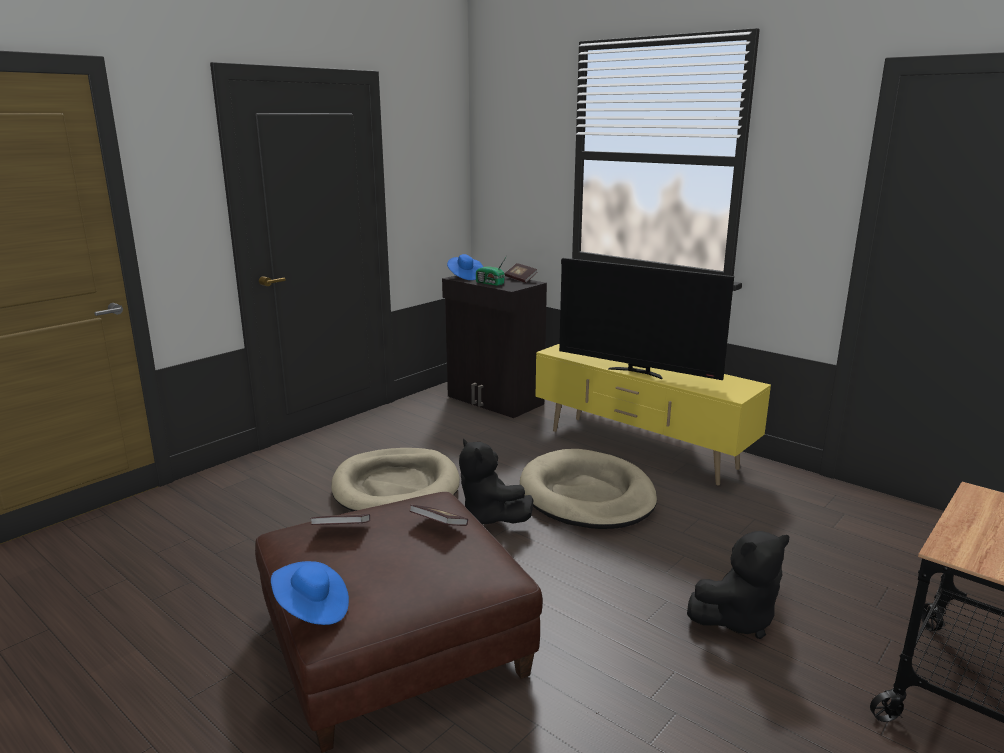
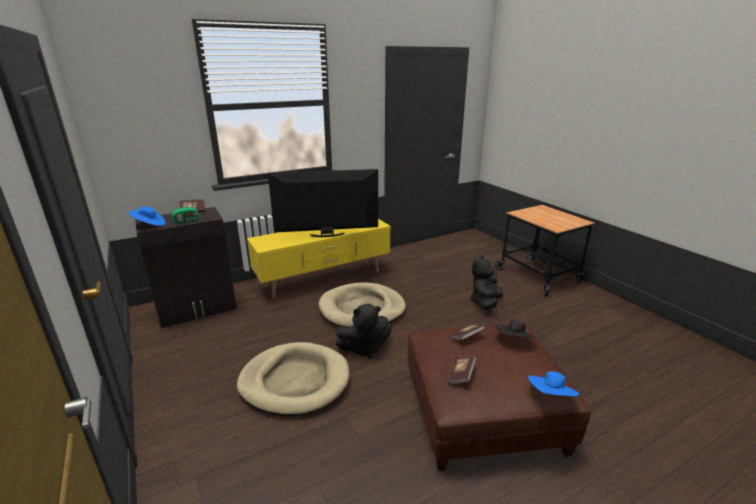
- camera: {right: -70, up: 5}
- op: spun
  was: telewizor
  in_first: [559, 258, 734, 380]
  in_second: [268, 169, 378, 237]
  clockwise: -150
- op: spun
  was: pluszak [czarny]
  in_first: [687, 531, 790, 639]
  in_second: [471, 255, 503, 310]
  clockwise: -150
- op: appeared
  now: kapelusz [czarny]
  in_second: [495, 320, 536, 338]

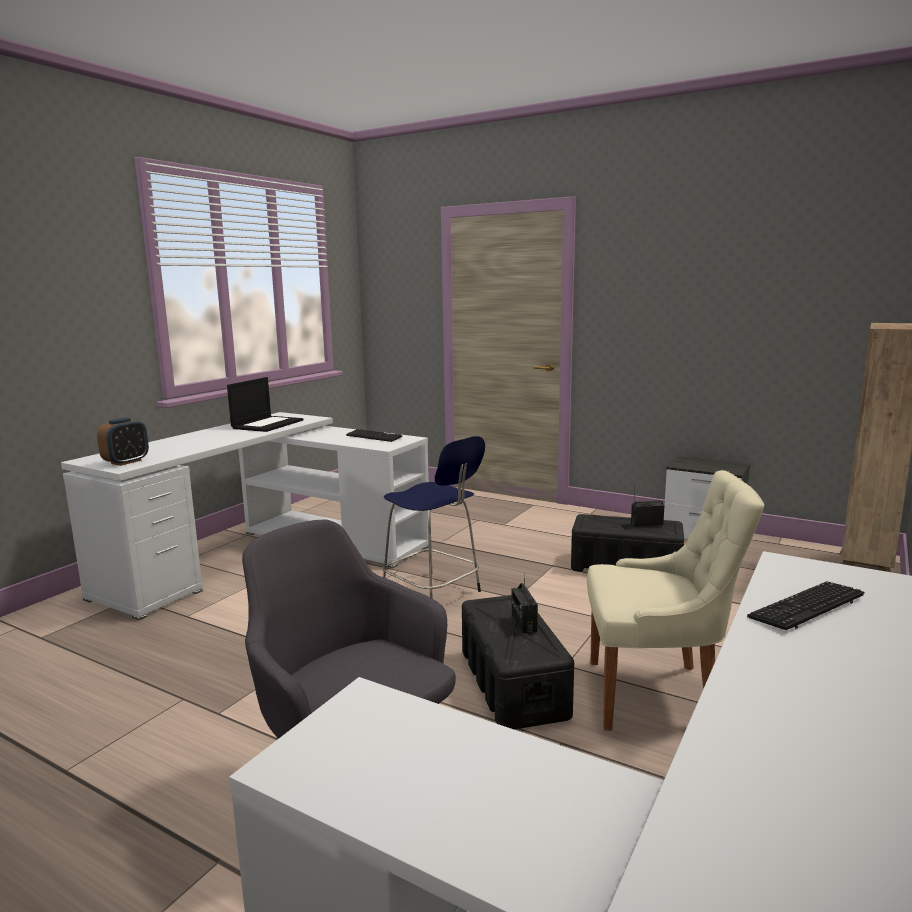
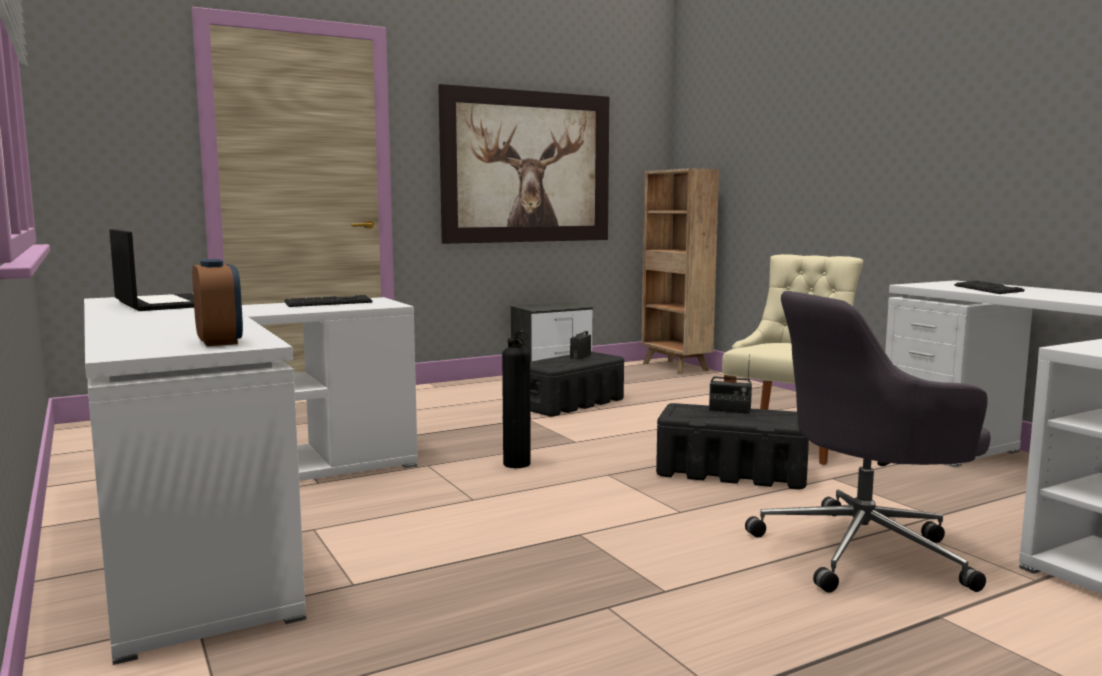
- camera: {right: -60, up: -5}
- op: exchanged
  was: stołek [niebieski]
  now: gaśnica
  in_first: [382, 436, 485, 599]
  in_second: [502, 331, 531, 468]
- op: appeared
  now: obraz
  in_second: [438, 84, 609, 244]

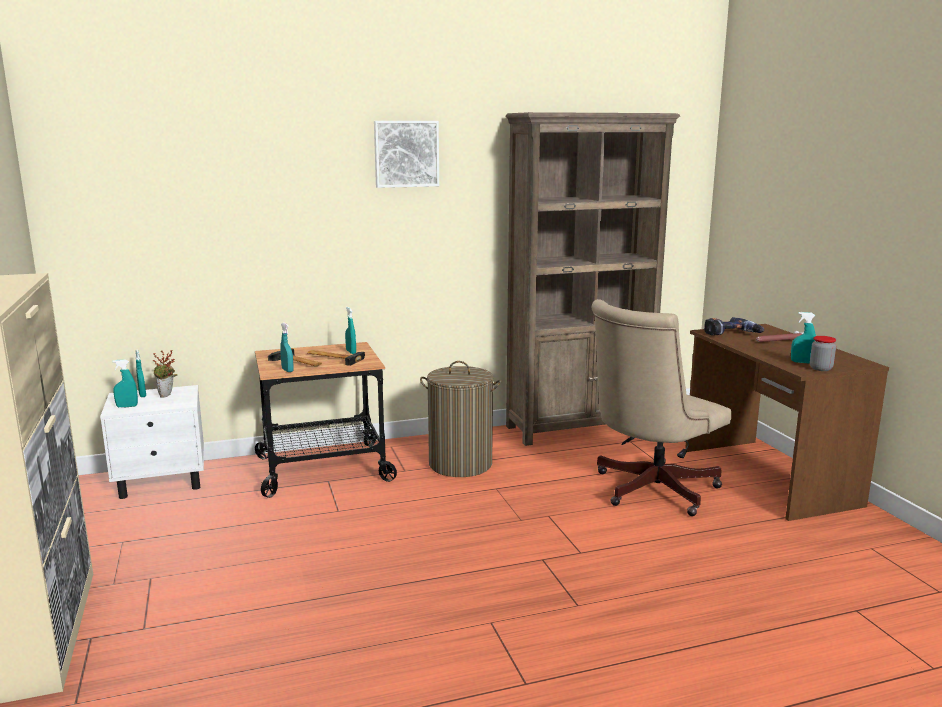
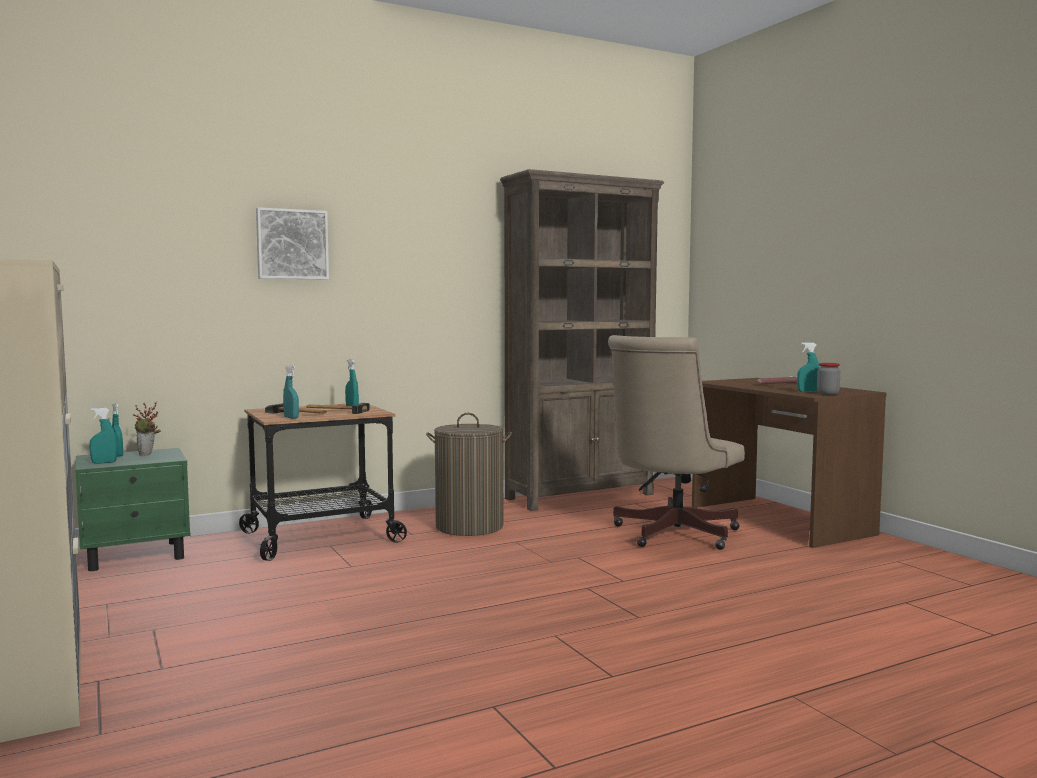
- camera: {right: -10, up: -10}
- op: colour
  was: szafka nocna [biały]
  now: szafka nocna [zielony]
  in_first: [100, 385, 204, 499]
  in_second: [75, 448, 190, 571]
- op: relocated
  was: obraz
  in_first: [374, 121, 439, 188]
  in_second: [256, 207, 329, 279]
- op: missing
  was: wiertarka
  in_first: [704, 317, 764, 336]

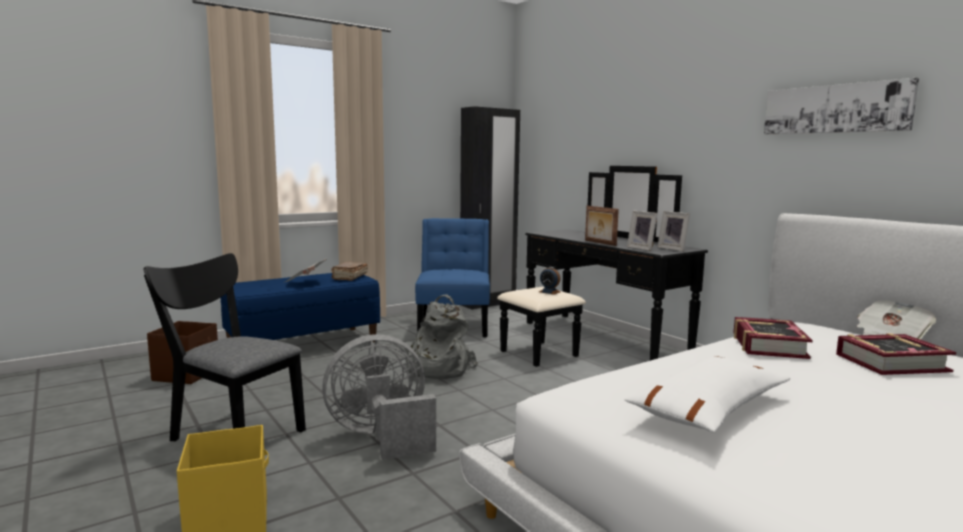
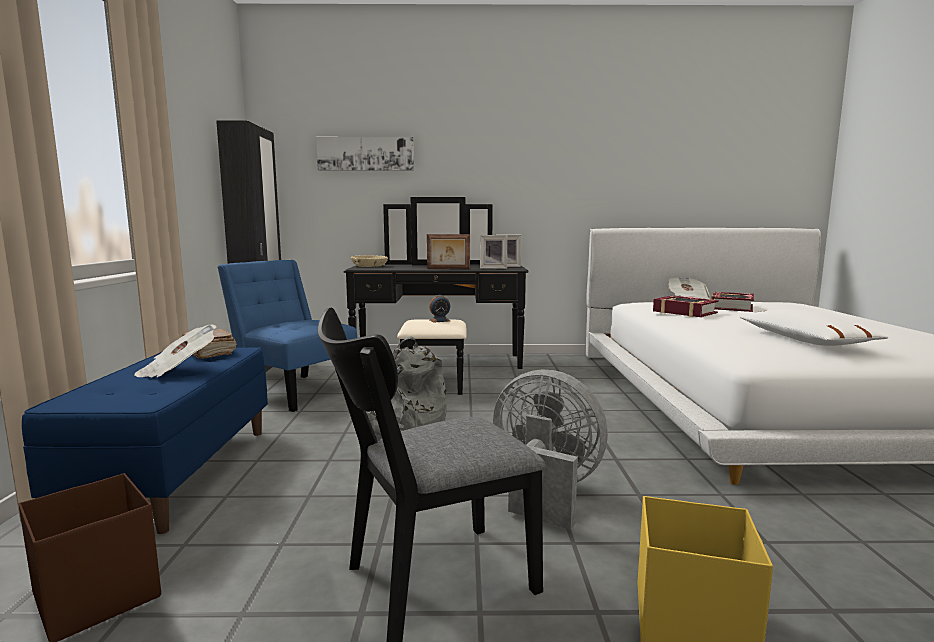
- camera: {right: -55, up: 0}
- op: spun
  was: wentylator [szary]
  in_first: [322, 334, 436, 460]
  in_second: [493, 369, 608, 530]
  clockwise: 105
- op: relocated
  was: obraz
  in_first: [764, 78, 919, 134]
  in_second: [316, 137, 414, 171]
- op: appeared
  now: miska [beżowy]
  in_second: [351, 255, 388, 267]

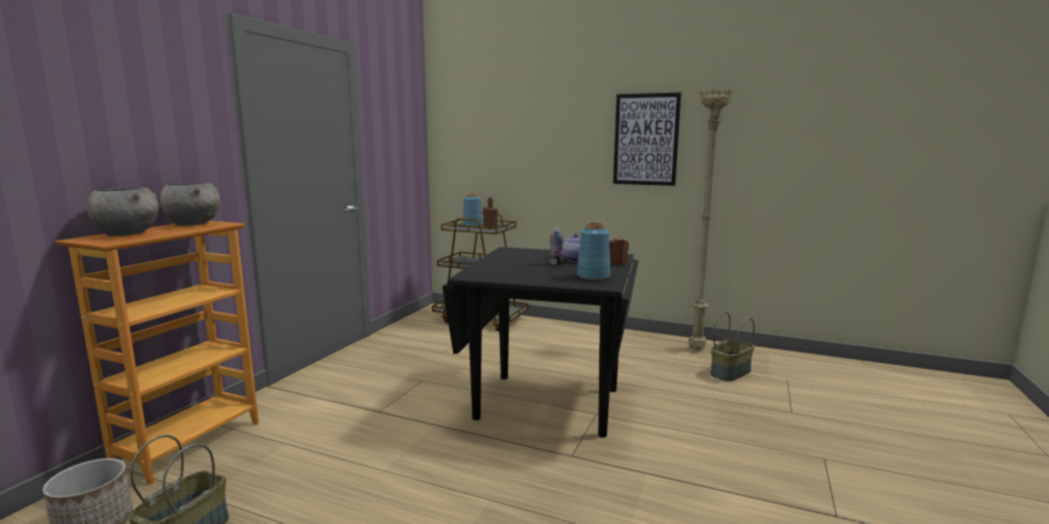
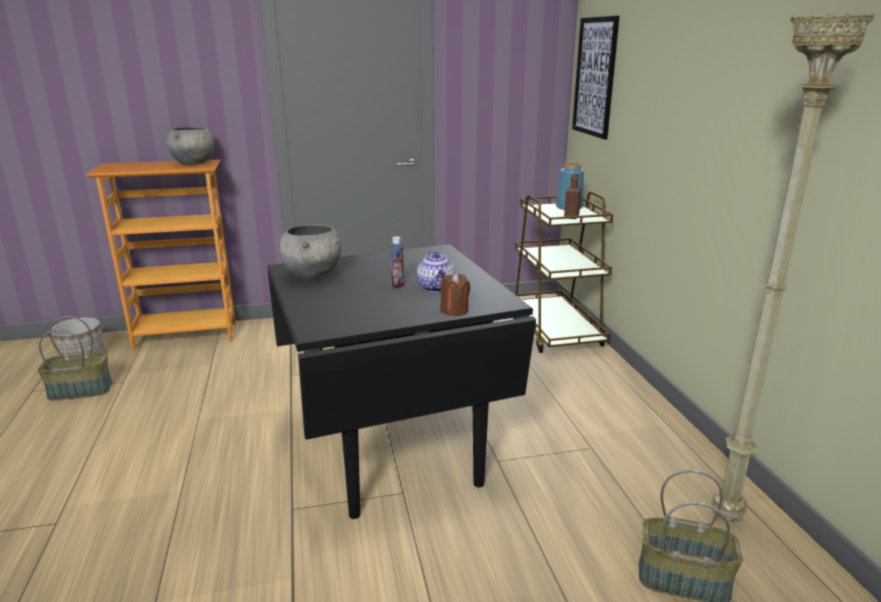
- camera: {right: 55, up: 10}
- op: relocated
  was: miska [szary]
  in_first: [87, 187, 159, 236]
  in_second: [280, 225, 342, 279]
- op: missing
  was: wazon [niebieski]
  in_first: [577, 222, 610, 280]
- op: relocated
  was: obraz
  in_first: [613, 92, 681, 186]
  in_second: [572, 16, 620, 139]

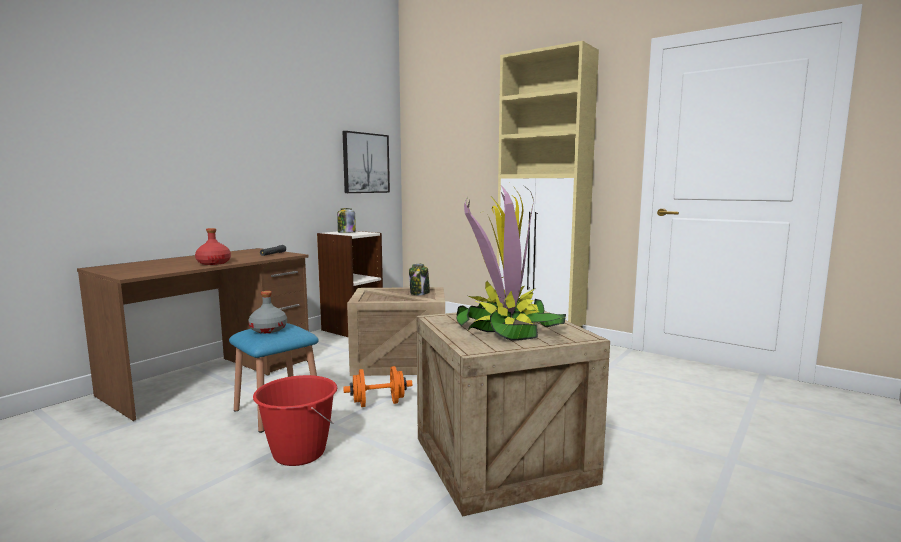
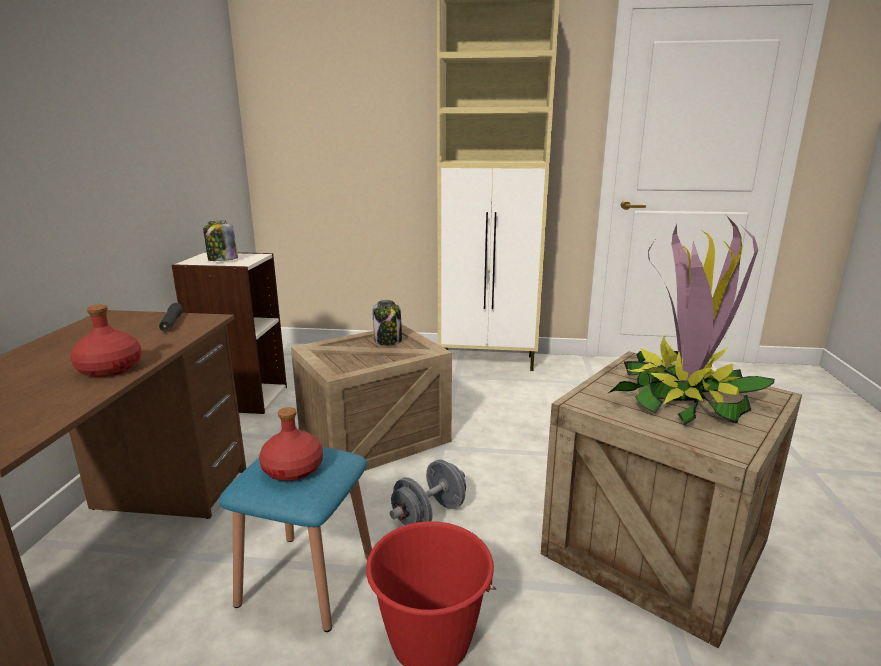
- camera: {right: -30, up: 10}
- op: colour
  was: butelka [szary]
  now: butelka [czerwony]
  in_first: [248, 291, 287, 333]
  in_second: [259, 407, 323, 481]
- op: missing
  was: obraz
  in_first: [342, 131, 390, 193]
- op: colour
  was: hantel [pomarańczowy]
  now: hantel [szary]
  in_first: [343, 366, 412, 407]
  in_second: [390, 460, 466, 525]

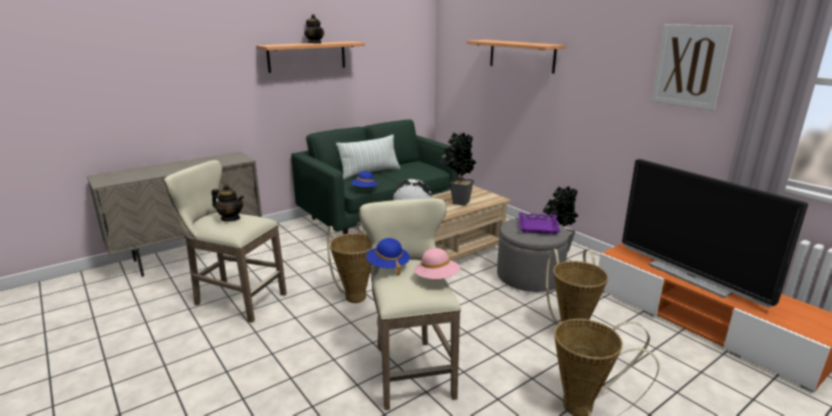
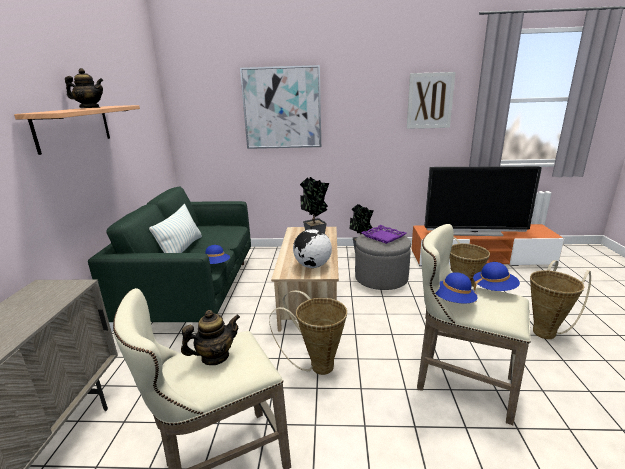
- camera: {right: -50, up: 0}
- op: colour
  was: kapelusz [różowy]
  now: kapelusz [niebieski]
  in_first: [414, 248, 460, 279]
  in_second: [473, 262, 520, 291]
- op: exchanged
  was: półka
  now: obraz
  in_first: [467, 40, 566, 73]
  in_second: [240, 65, 321, 149]

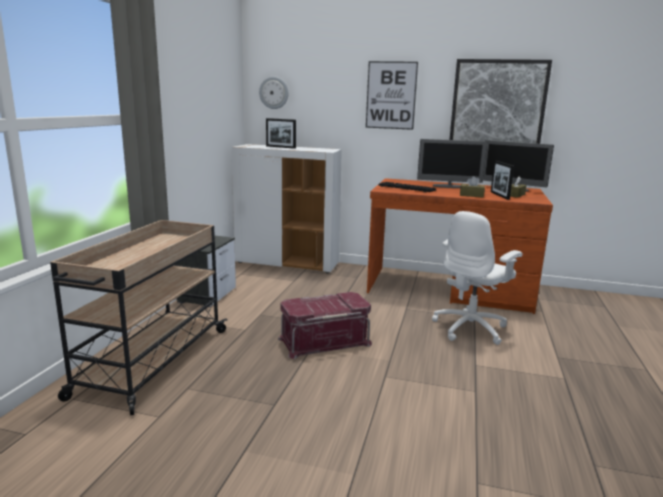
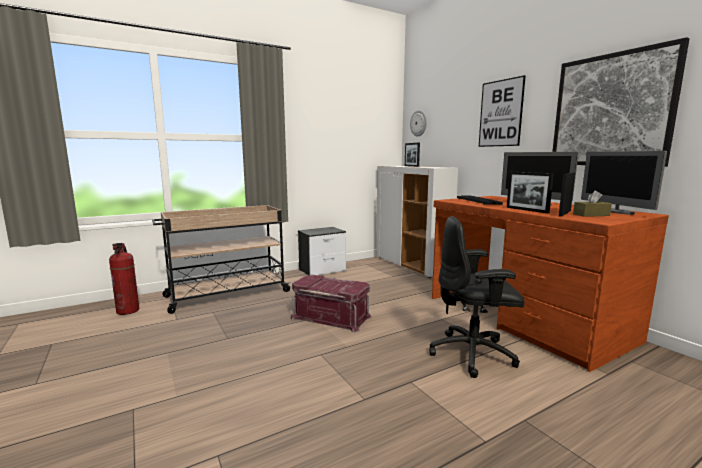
- camera: {right: 45, up: -5}
- op: colour
  was: krzesło biurowe [biały]
  now: krzesło biurowe [czarny]
  in_first: [432, 211, 523, 345]
  in_second: [429, 216, 525, 378]
- op: exchanged
  was: pudełko chusteczek [brązowy]
  now: ramka na zdjęcie
  in_first: [460, 176, 485, 197]
  in_second: [507, 172, 554, 213]
- op: appeared
  now: gaśnica
  in_second: [109, 243, 139, 315]

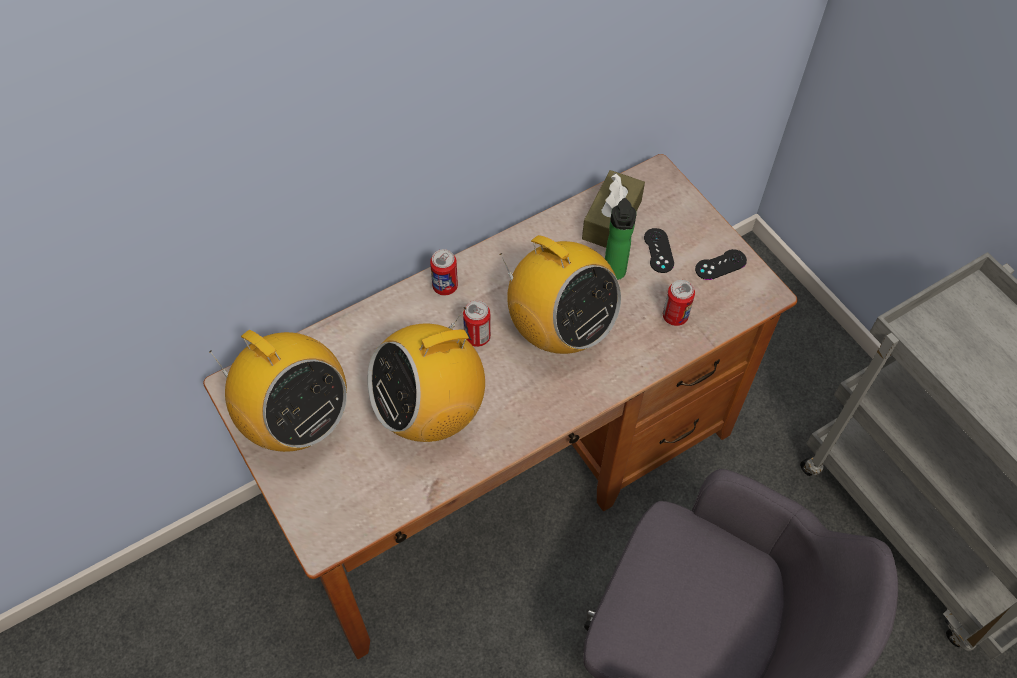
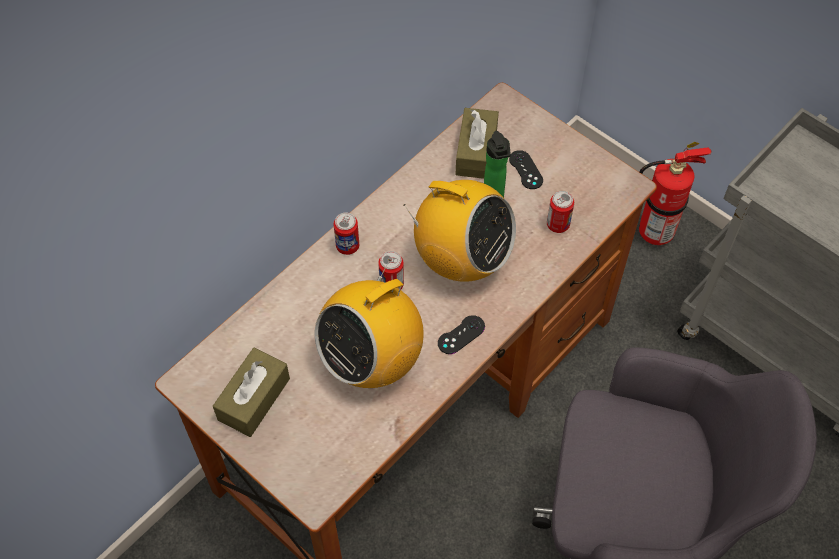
- camera: {right: -15, up: 0}
- op: exchanged
  was: radio
  now: pudełko chusteczek [brązowy]
  in_first: [209, 330, 347, 452]
  in_second: [213, 348, 290, 437]
- op: relocated
  was: pad do gier [czarny]
  in_first: [695, 249, 747, 280]
  in_second: [438, 315, 485, 354]
- op: appeared
  now: gaśnica
  in_second: [639, 142, 711, 245]

